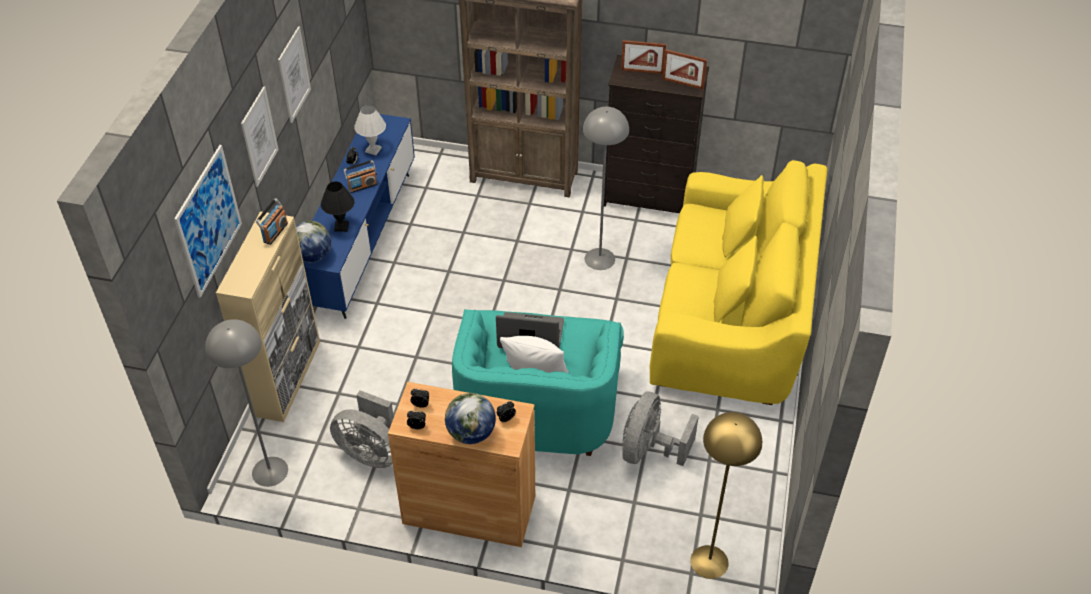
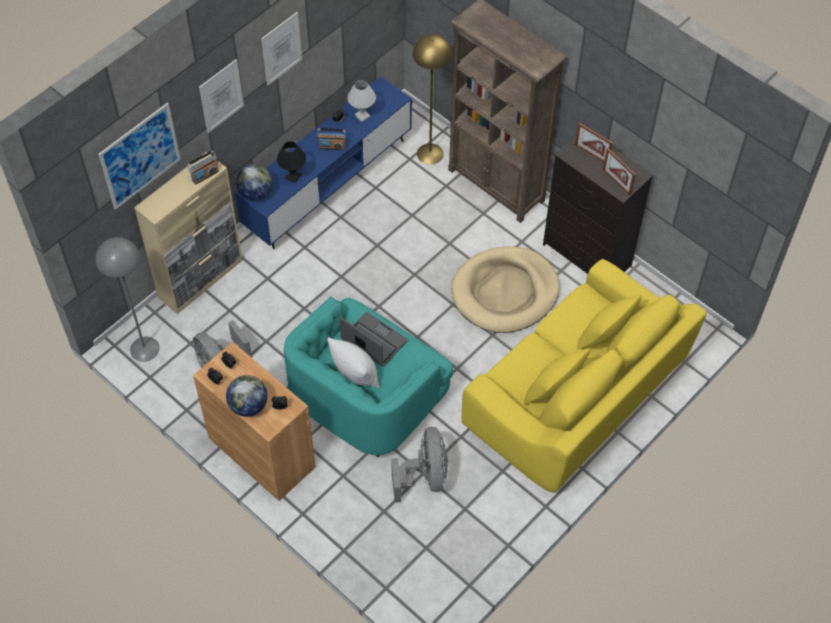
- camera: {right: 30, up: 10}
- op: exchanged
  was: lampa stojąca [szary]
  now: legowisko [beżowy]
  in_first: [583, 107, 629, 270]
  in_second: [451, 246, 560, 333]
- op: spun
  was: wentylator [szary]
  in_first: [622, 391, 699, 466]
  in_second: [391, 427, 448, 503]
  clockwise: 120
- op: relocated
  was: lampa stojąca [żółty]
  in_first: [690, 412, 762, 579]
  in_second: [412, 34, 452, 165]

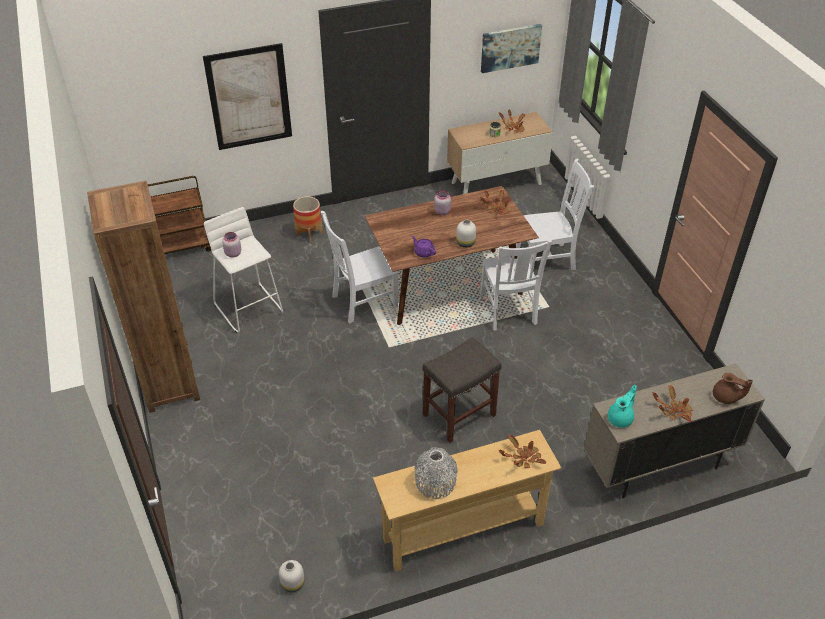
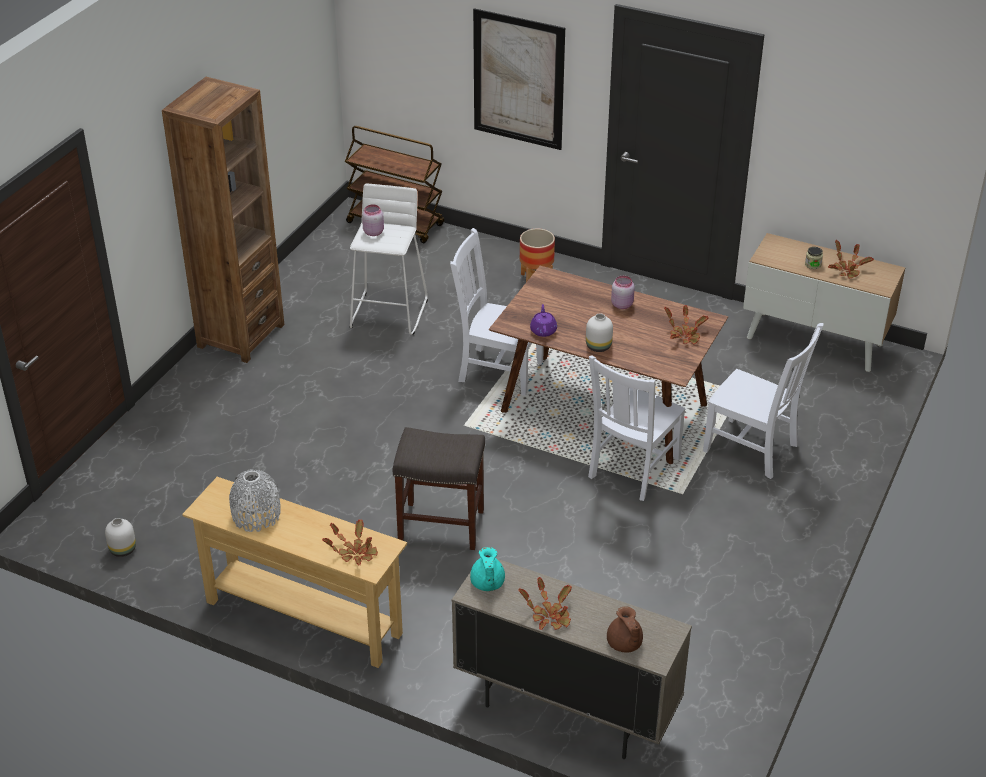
- camera: {right: 45, up: -5}
- op: missing
  was: obraz
  in_first: [481, 24, 542, 73]
- op: spun
  was: imbryk [turkusowy]
  in_first: [608, 385, 637, 428]
  in_second: [470, 547, 505, 591]
  clockwise: 90

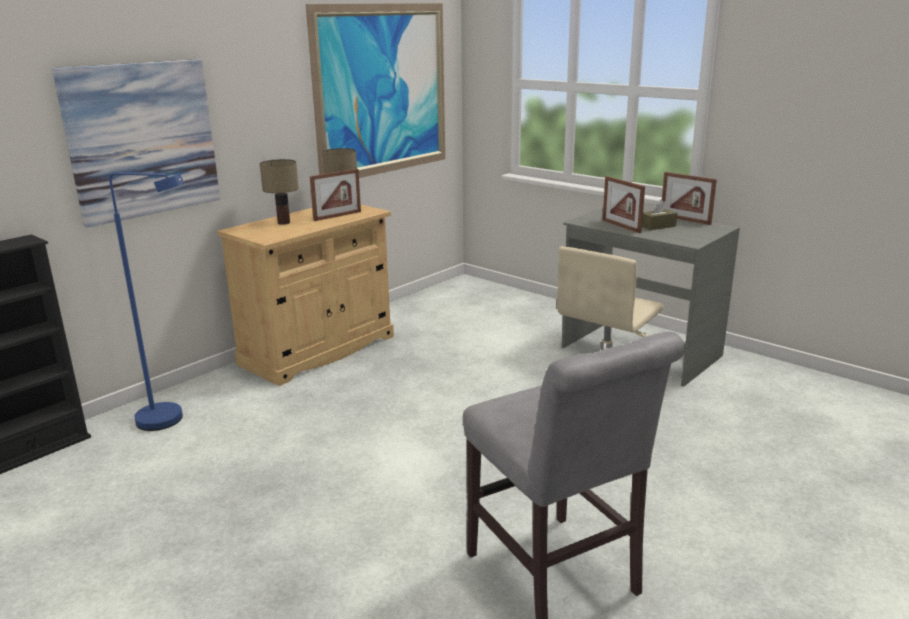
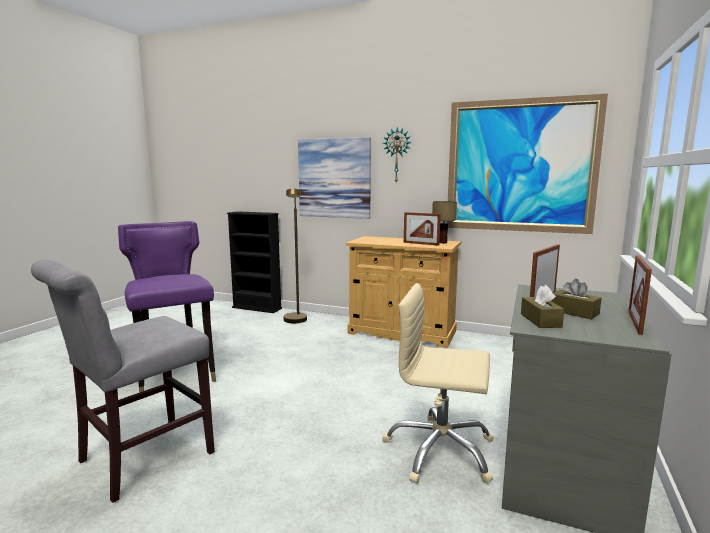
- camera: {right: 70, up: -10}
- op: colour
  was: lampa stojąca [niebieski]
  now: lampa stojąca [brązowy]
  in_first: [109, 172, 184, 431]
  in_second: [284, 188, 307, 323]
- op: missing
  was: lampa stołowa
  in_first: [260, 159, 299, 225]
- op: appeared
  now: krzesło [fioletowy]
  in_second: [118, 221, 216, 393]
- op: appeared
  now: zegar ścienny
  in_second: [383, 127, 412, 182]
- op: appeared
  now: pudełko chusteczek [brązowy]
  in_second: [521, 285, 564, 328]

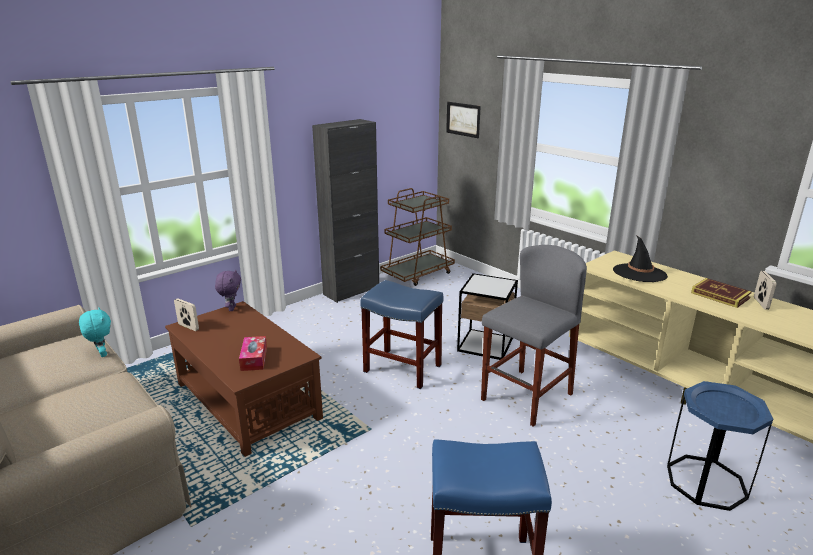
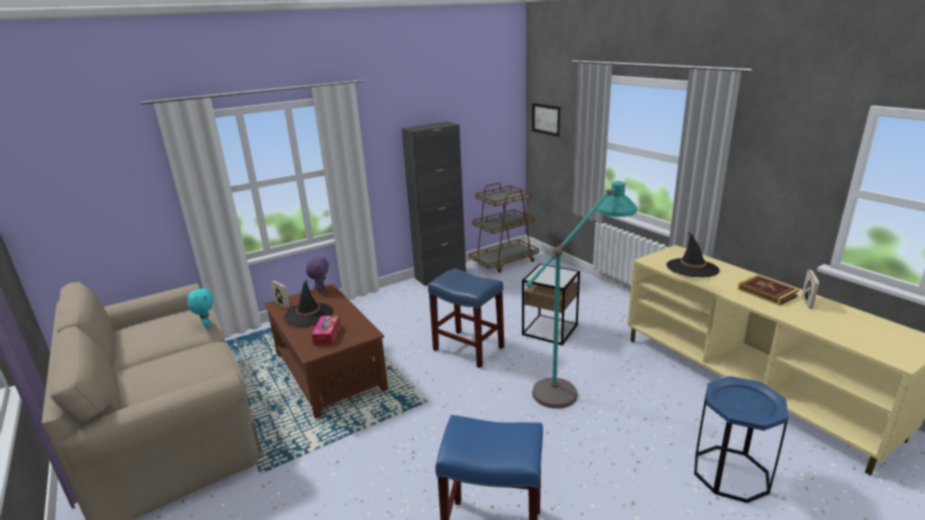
- camera: {right: 10, up: 0}
- op: exchanged
  was: stołek [szary]
  now: lampa stojąca [turkusowy]
  in_first: [481, 245, 587, 427]
  in_second: [526, 181, 637, 409]
- op: appeared
  now: kapelusz [czarny]
  in_second: [284, 279, 333, 327]

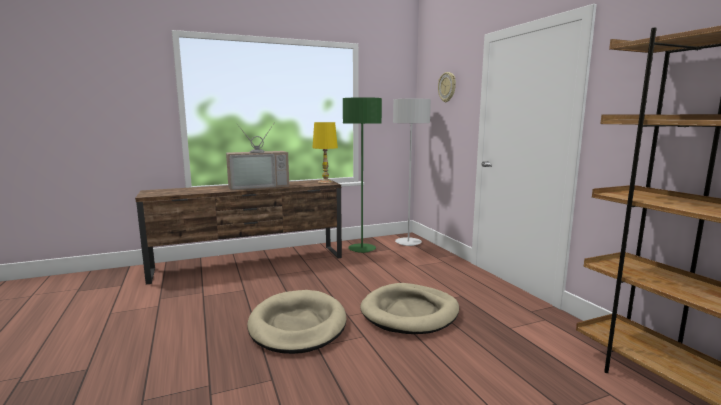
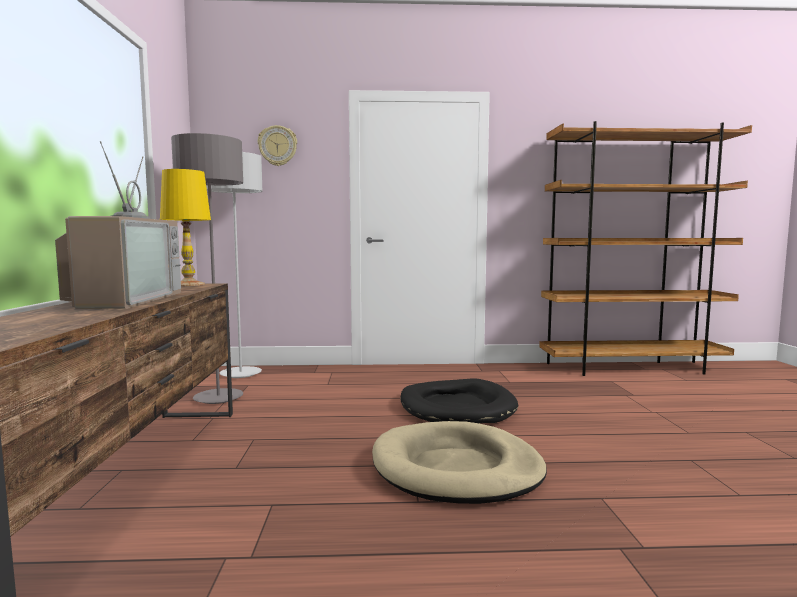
- camera: {right: -70, up: -5}
- op: colour
  was: lampa stojąca [zielony]
  now: lampa stojąca [szary]
  in_first: [343, 97, 382, 253]
  in_second: [171, 133, 243, 404]
- op: colour
  was: legowisko [beżowy]
  now: legowisko [czarny]
  in_first: [360, 283, 459, 334]
  in_second: [400, 378, 518, 423]

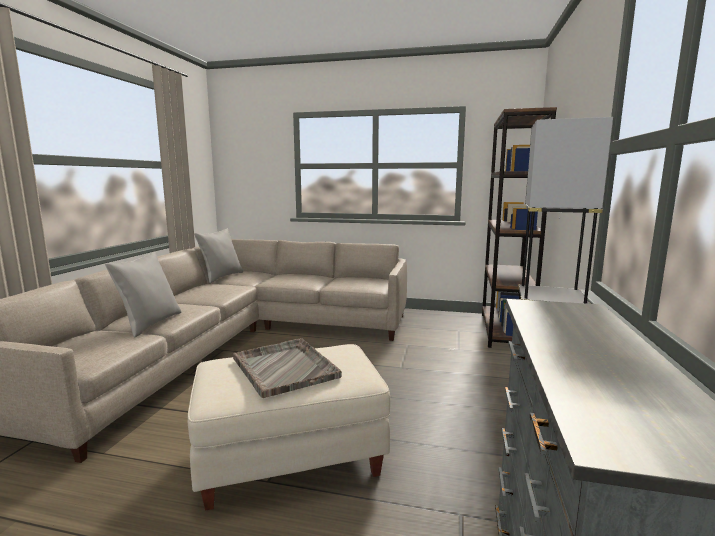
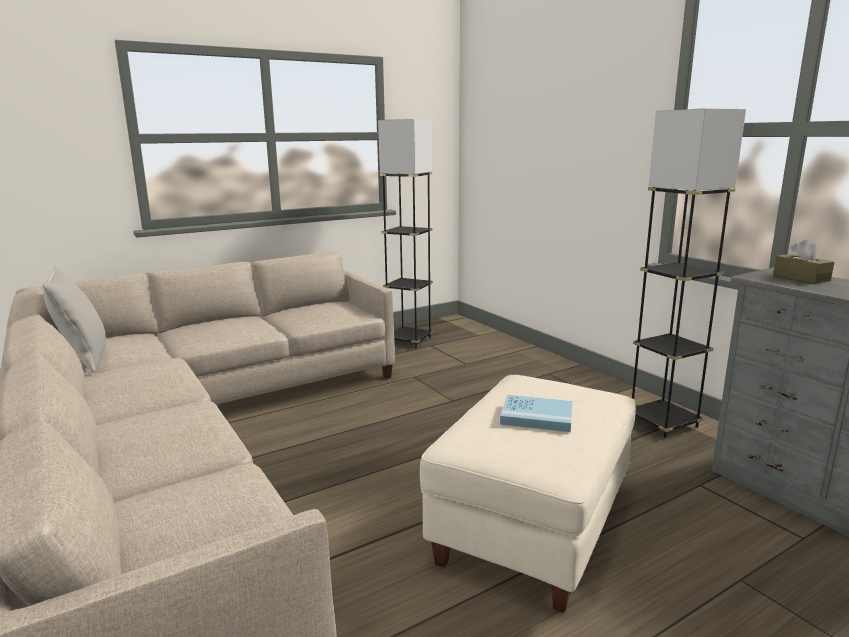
- camera: {right: -45, up: 5}
- op: missing
  was: poduszka [szary]
  in_first: [105, 252, 181, 337]
- op: exchanged
  was: taca [szary]
  now: książka [niebieski]
  in_first: [233, 338, 342, 398]
  in_second: [500, 395, 573, 432]
- op: missing
  was: regał [brązowy]
  in_first: [482, 107, 557, 348]
- op: appeared
  now: lampa stojąca [szary]
  in_second: [378, 119, 433, 348]
- op: appeared
  now: pudełko chusteczek [brązowy]
  in_second: [773, 240, 834, 284]

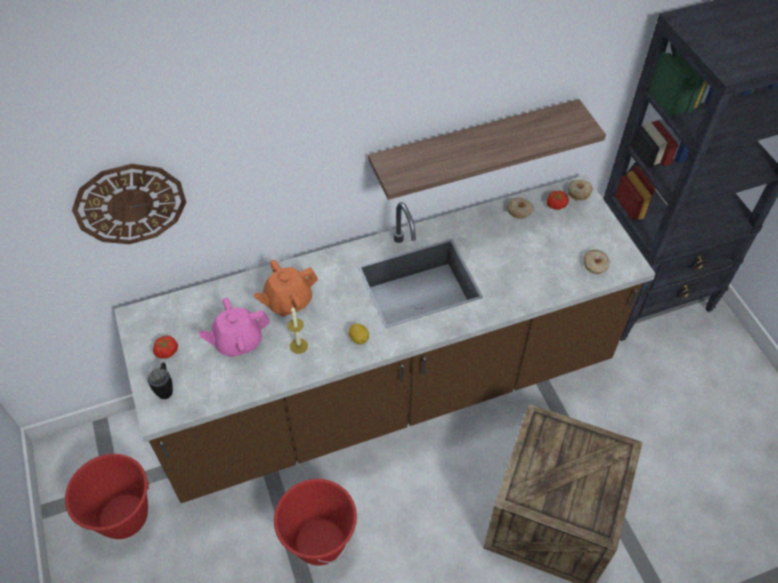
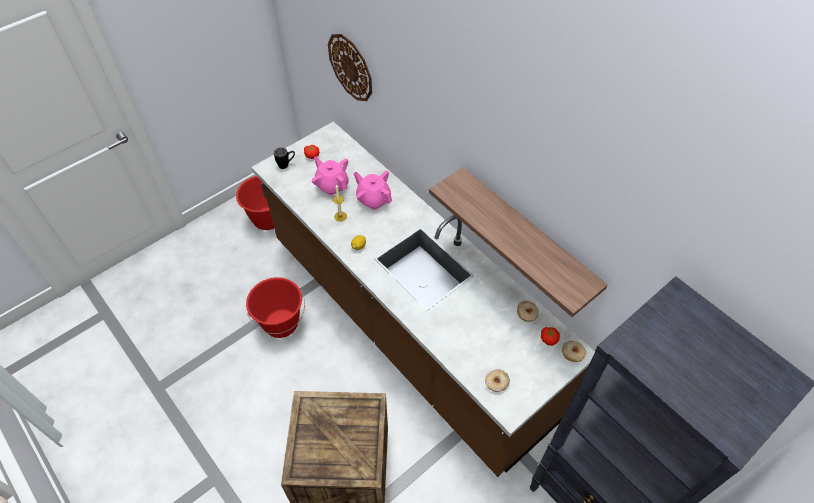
- camera: {right: 70, up: 0}
- op: colour
  was: imbryk [pomarańczowy]
  now: imbryk [różowy]
  in_first: [254, 260, 318, 316]
  in_second: [353, 171, 392, 210]

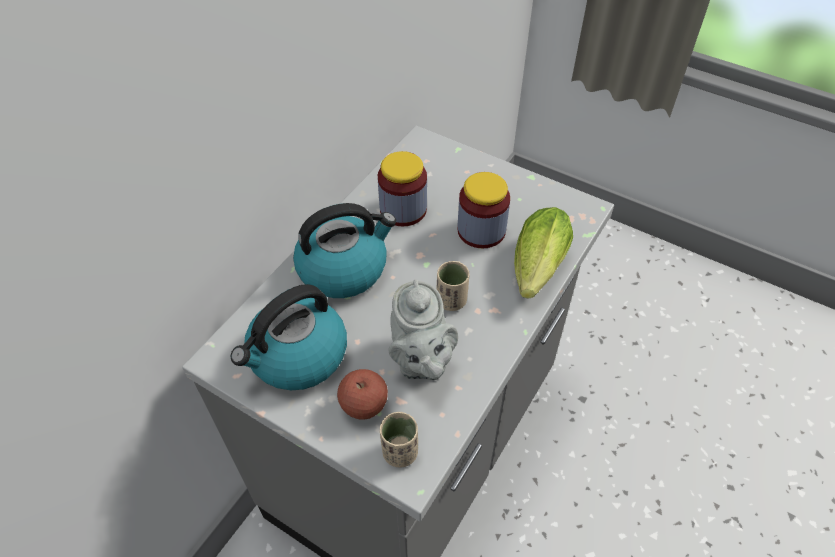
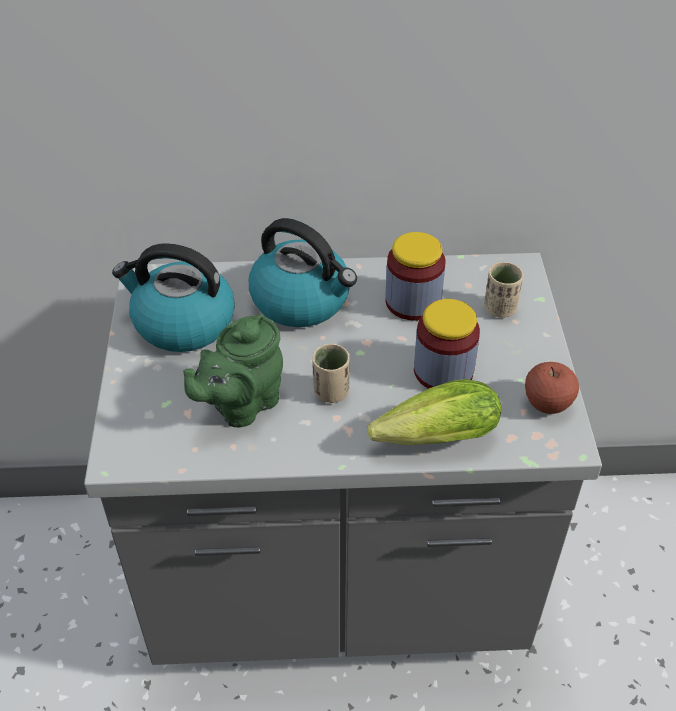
- camera: {right: 55, up: -5}
- op: relocated
  was: jabłko
  in_first: [337, 369, 388, 420]
  in_second: [525, 362, 579, 414]
- op: relocated
  was: filiżanka [beżowy]
  in_first: [380, 412, 418, 468]
  in_second: [484, 262, 523, 318]
- op: colour
  was: imbryk [szary]
  now: imbryk [zielony]
  in_first: [388, 279, 458, 380]
  in_second: [183, 314, 283, 428]

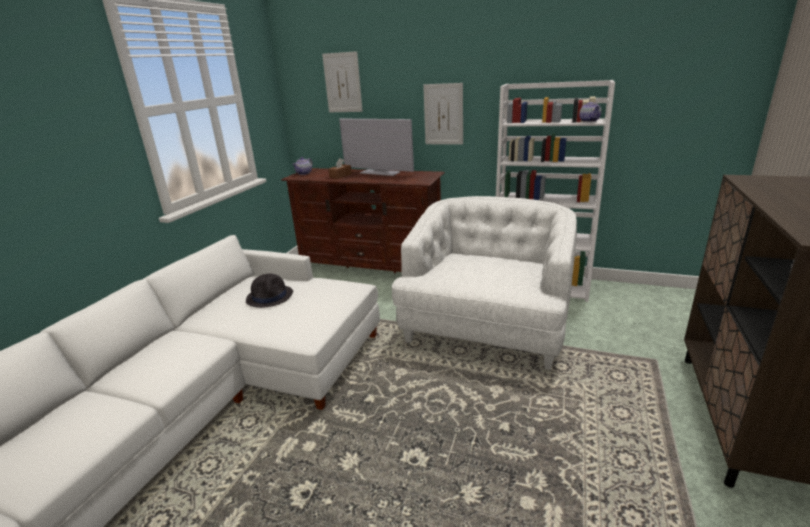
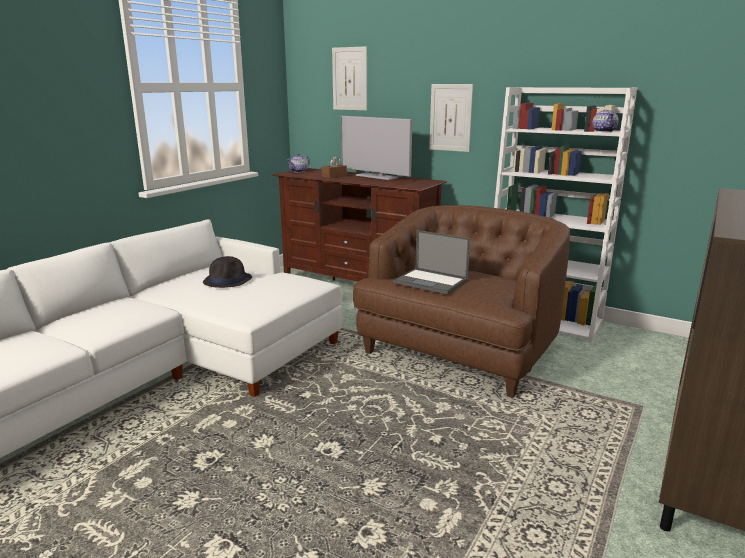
- camera: {right: 10, up: -5}
- op: colour
  was: fotel [biały]
  now: fotel [brązowy]
  in_first: [392, 196, 577, 370]
  in_second: [353, 205, 570, 398]
- op: appeared
  now: laptop
  in_second: [393, 230, 470, 295]

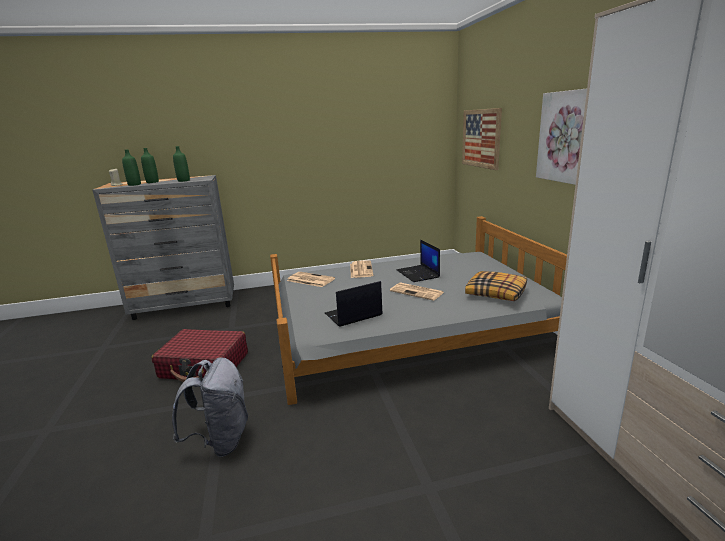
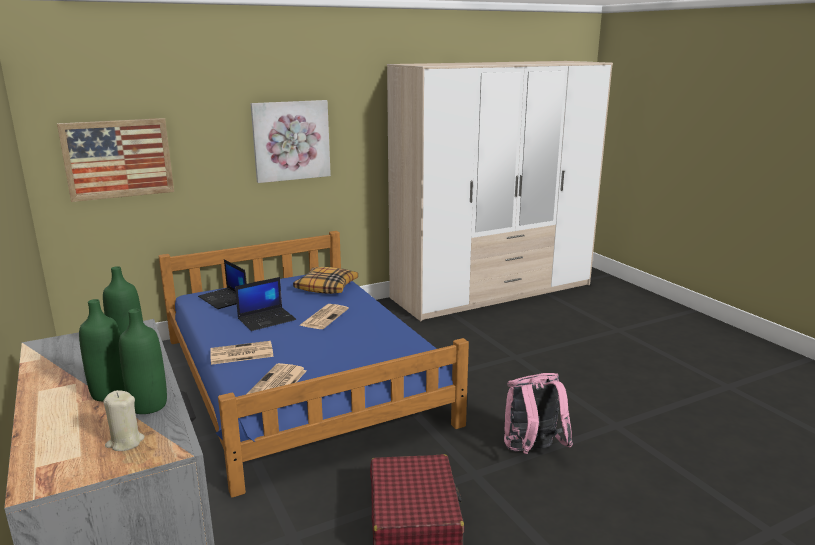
- camera: {right: -105, up: 0}
- op: colour
  was: plecak [szary]
  now: plecak [różowy]
  in_first: [172, 358, 248, 457]
  in_second: [504, 373, 573, 454]
- op: colour
  was: łóżko [szary]
  now: łóżko [niebieski]
  in_first: [270, 216, 567, 405]
  in_second: [159, 231, 469, 498]
- op: relocated
  was: laptop
  in_first: [325, 281, 383, 327]
  in_second: [198, 259, 247, 309]

